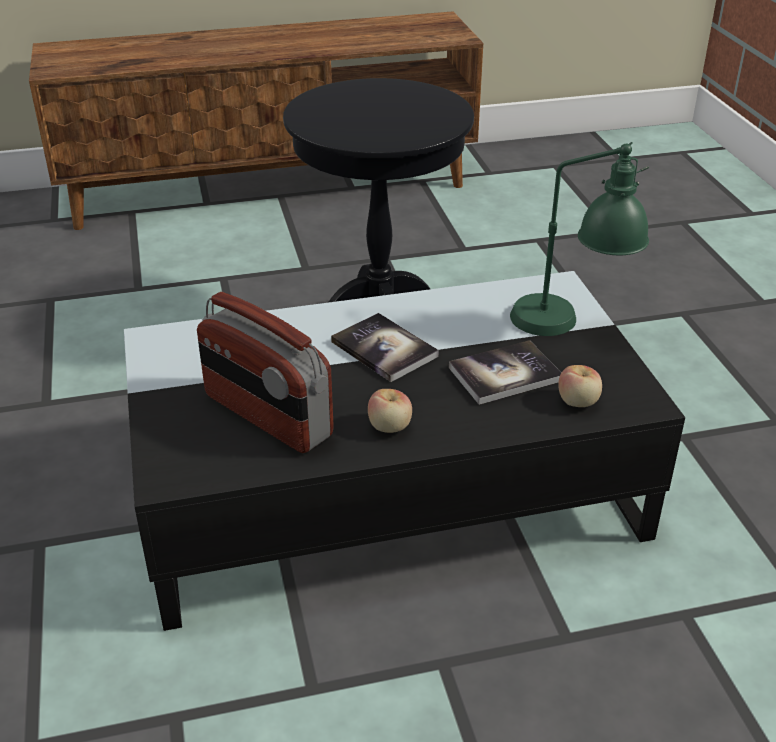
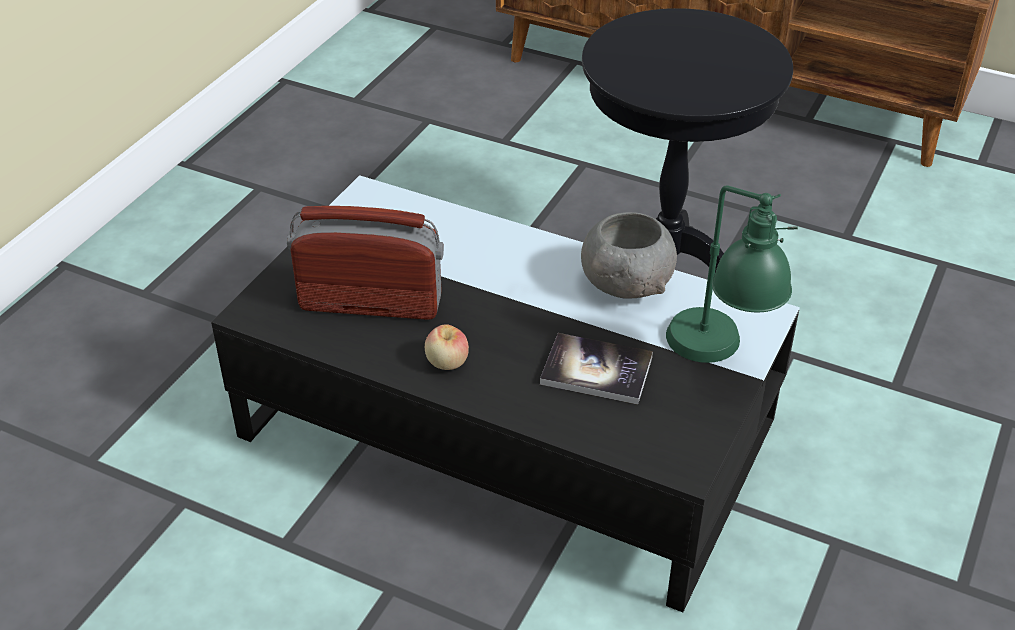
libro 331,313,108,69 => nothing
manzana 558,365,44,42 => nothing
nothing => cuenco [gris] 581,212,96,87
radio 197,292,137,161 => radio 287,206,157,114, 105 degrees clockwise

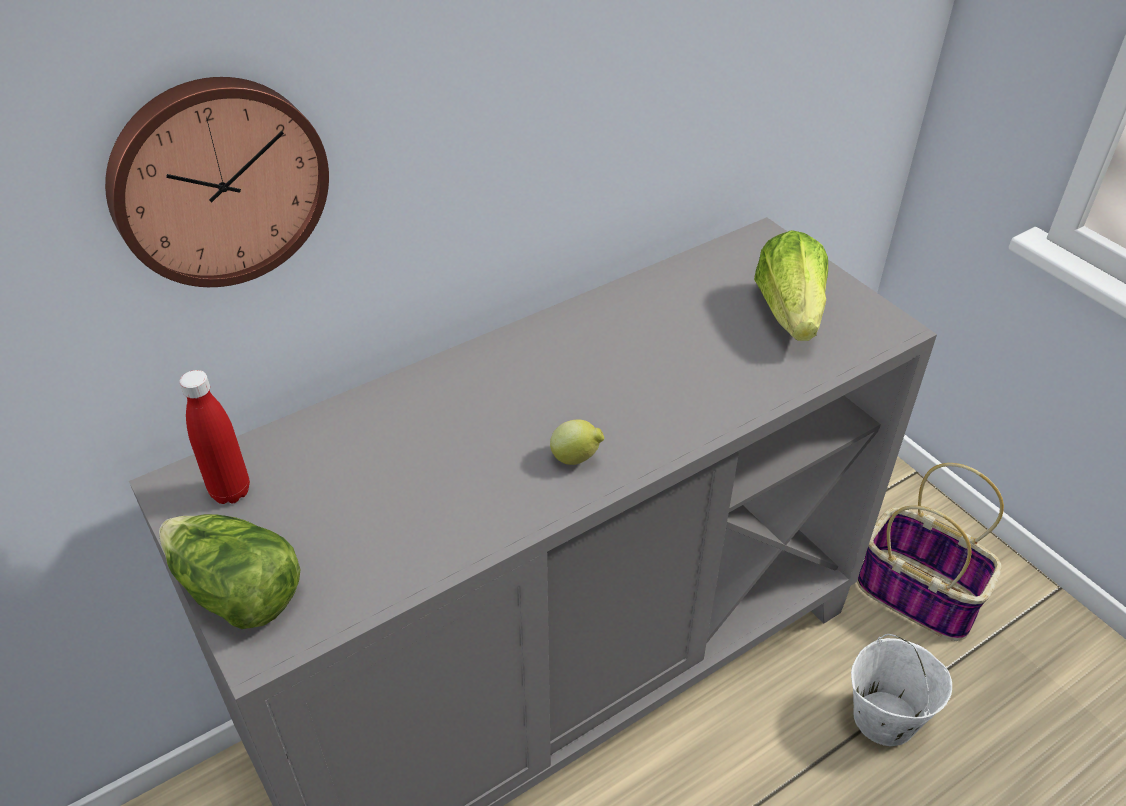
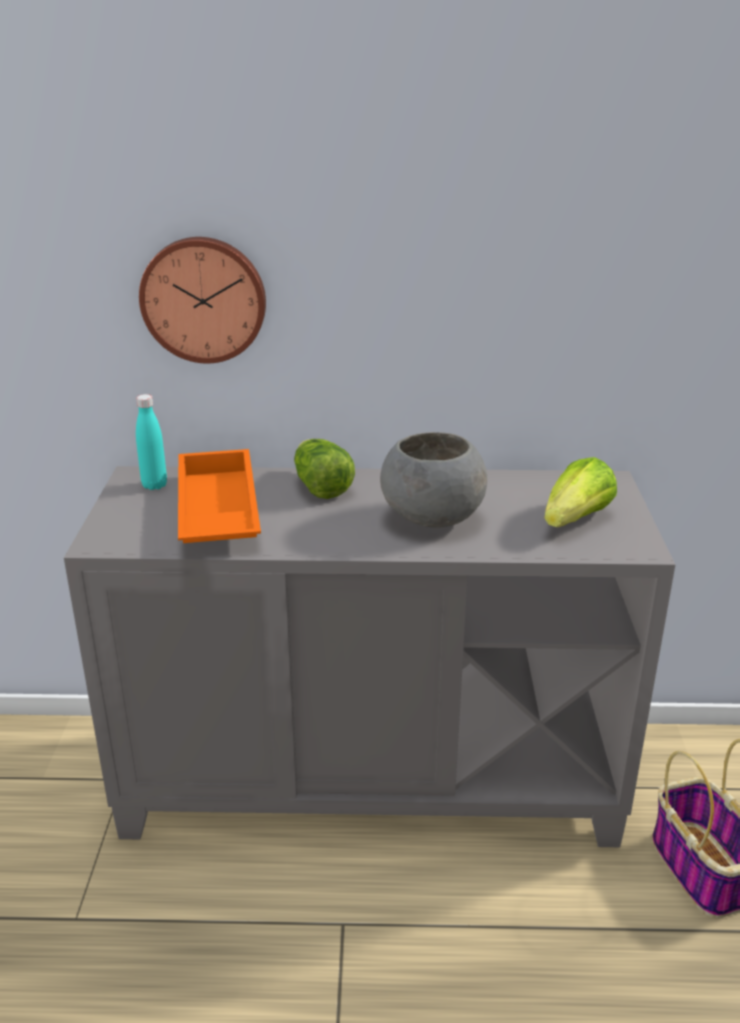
limón 550,420,54,45 => nothing
cubo [blanco] 851,634,101,112 => nothing
nothing => bandeja [naranja] 178,449,83,94
nothing => cuenco [gris] 380,432,107,96
lechuga 159,514,141,115 => lechuga 294,439,61,60, shifted
botella [rojo] 179,370,71,134 => botella [turquesa] 136,394,31,96

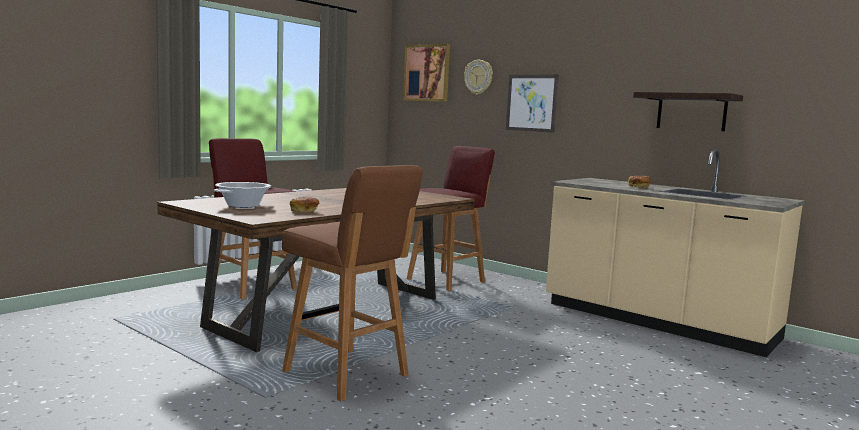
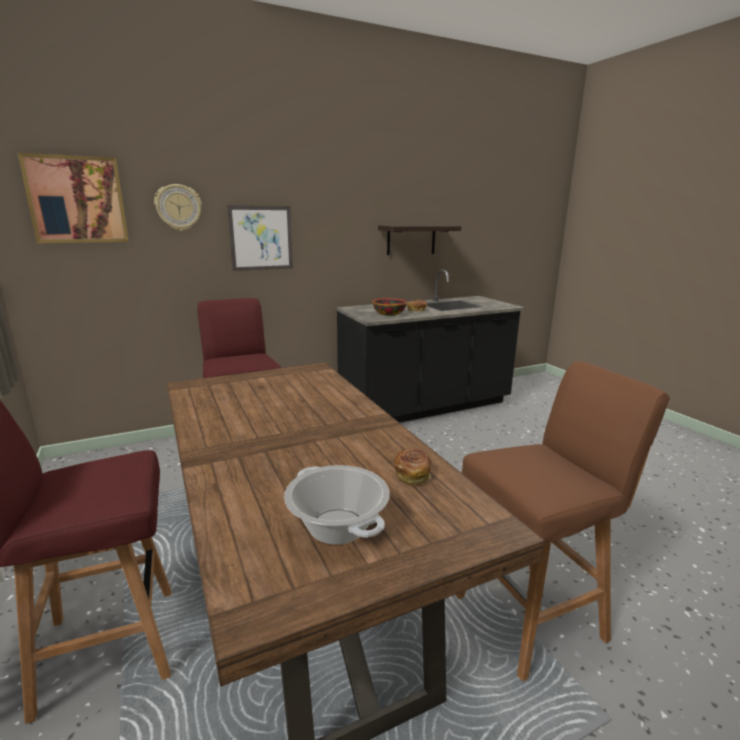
nothing => cuenco 372,298,35,18
mueble bajo de cocina [beis] 546,150,259,207 => mueble bajo de cocina [negro] 336,269,189,154

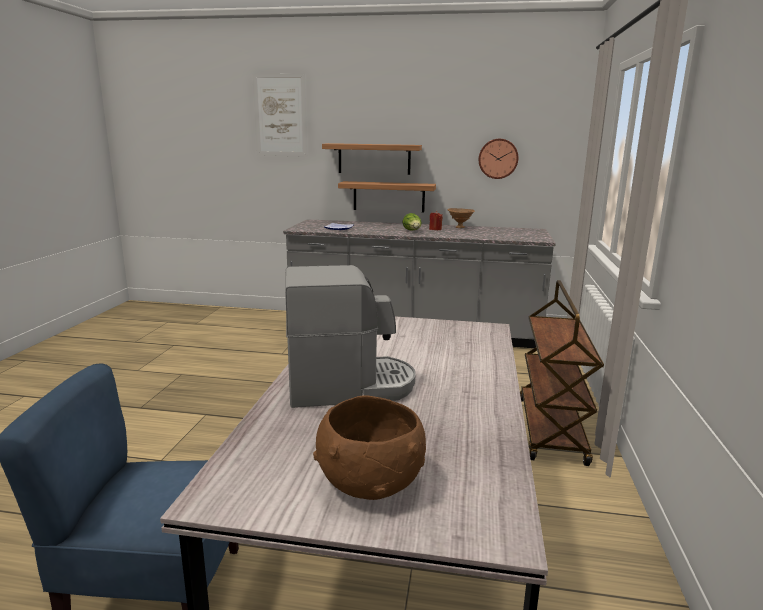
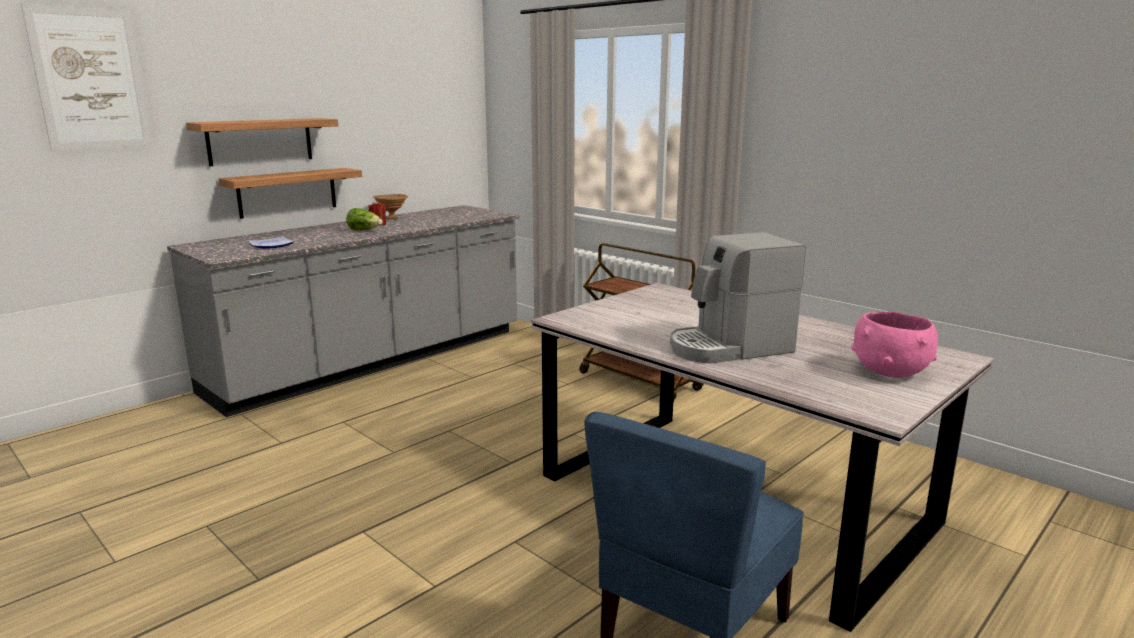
reloj de pared 479,139,39,40 => nothing
cuenco [marrón] 313,395,113,105 => cuenco [rosa] 851,311,87,67
cafetera 285,265,131,143 => cafetera 670,232,136,132, 135 degrees counterclockwise

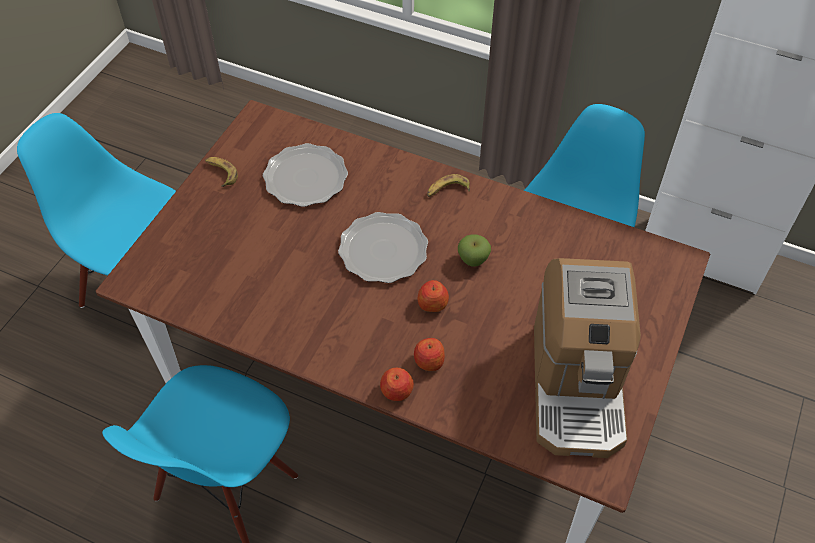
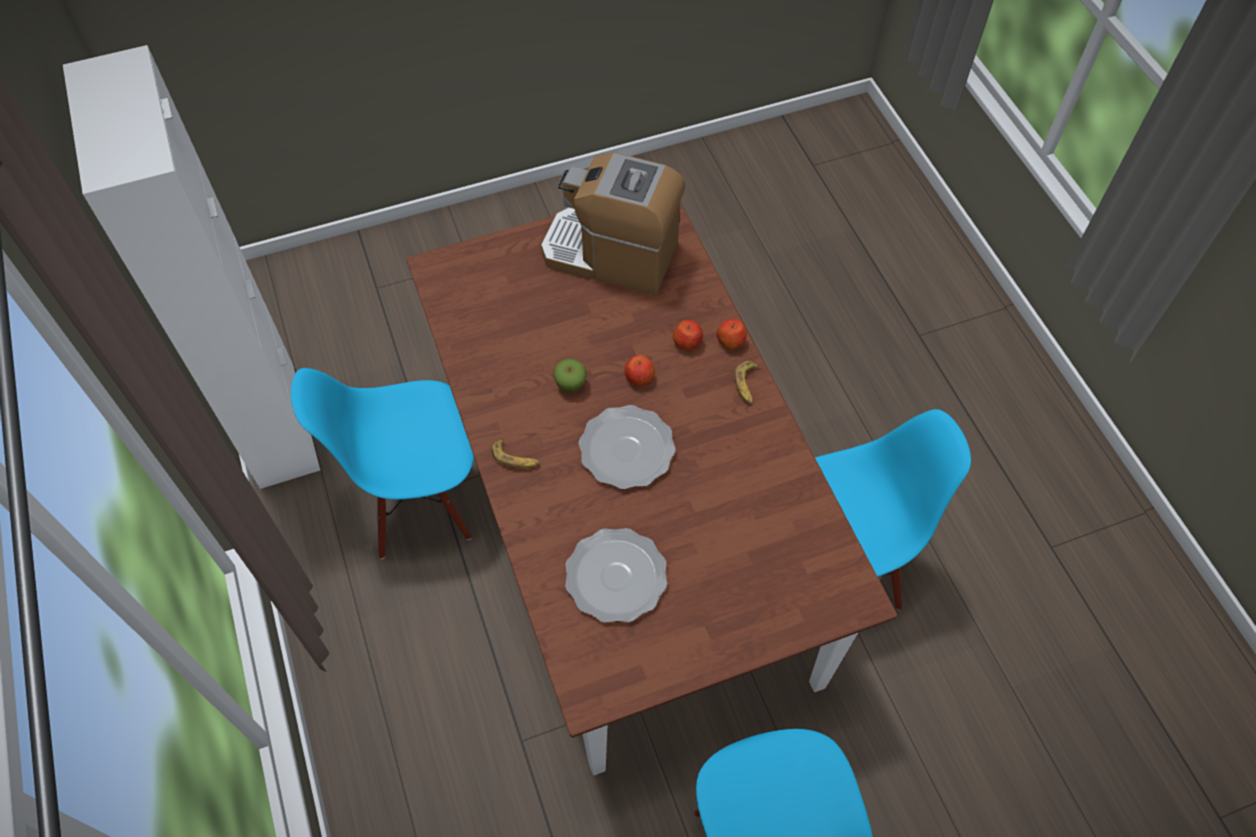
plátano 205,157,33,30 => plátano 734,361,27,43, shifted
cafetera 534,258,107,200 => cafetera 541,152,144,143, 120 degrees counterclockwise

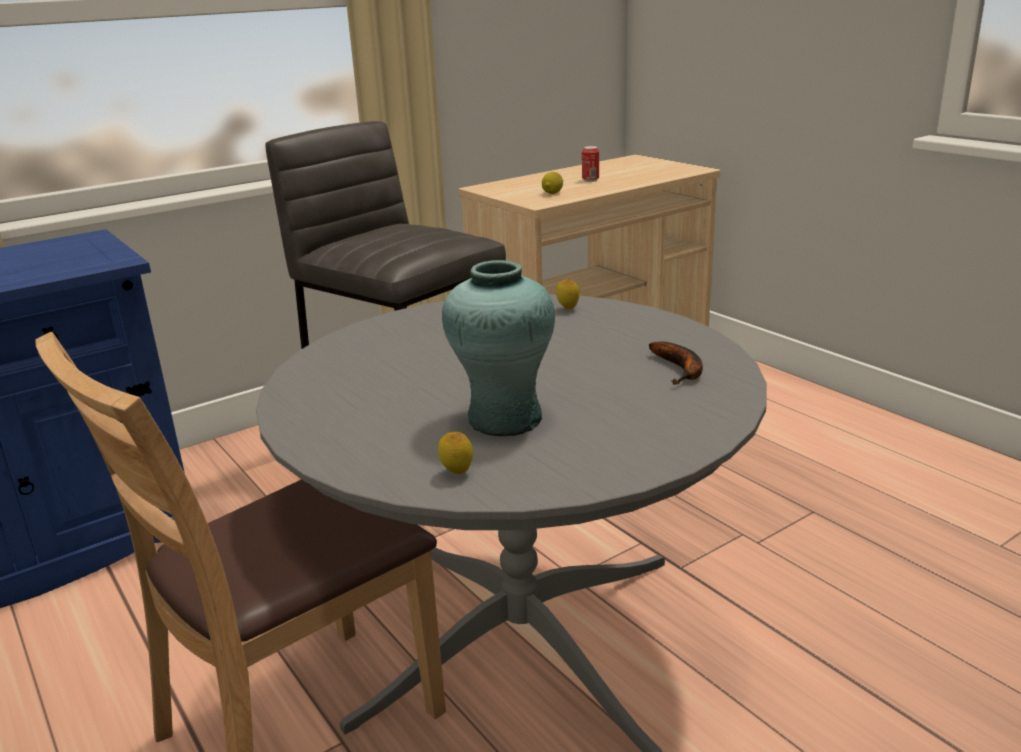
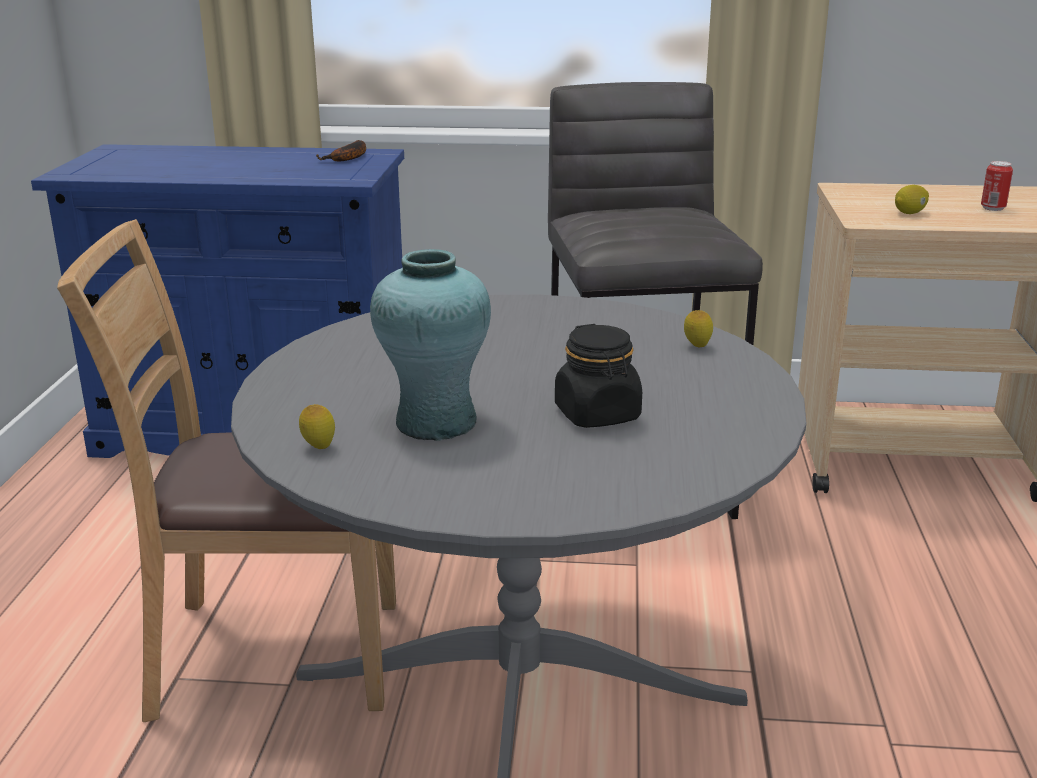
nothing => tarro [negro] 555,324,87,104
plátano 649,341,54,44 => plátano 316,140,50,22, shifted

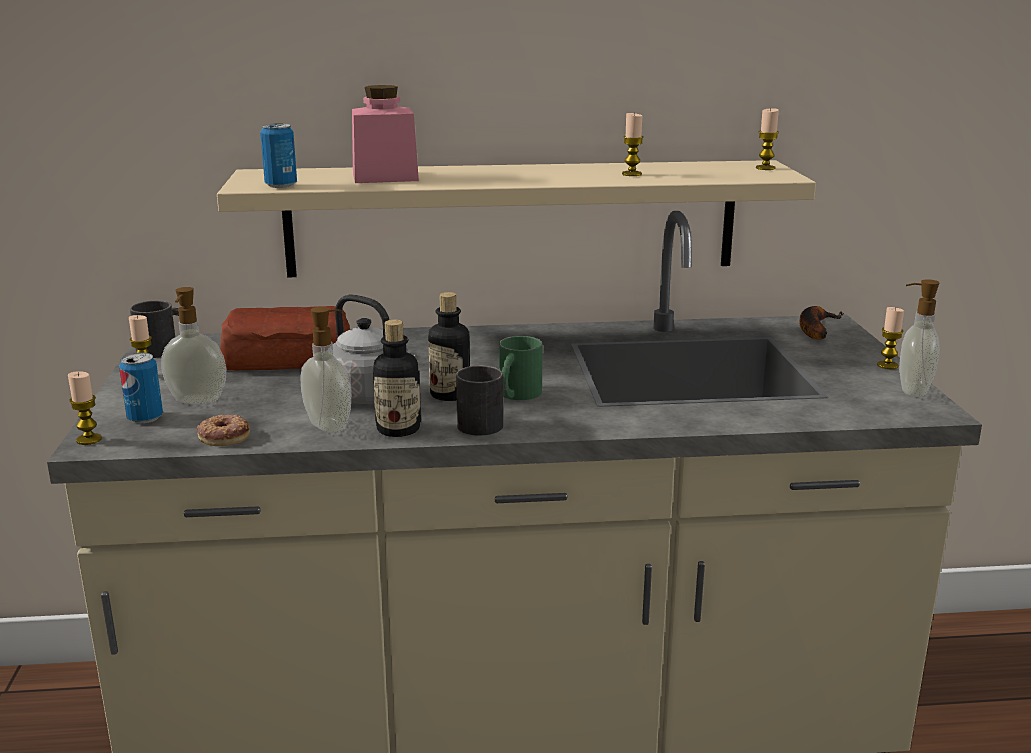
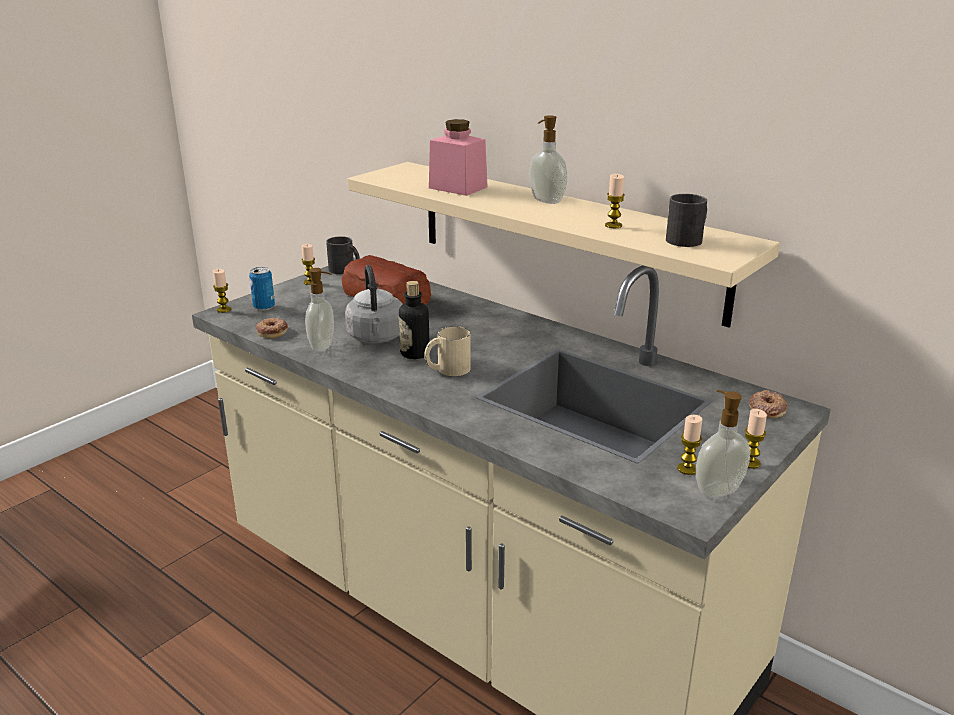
lata 260,123,37,65 => nothing
botella 373,320,48,117 => nothing
dispensador de jabón 161,287,65,117 => dispensador de jabón 529,115,38,89, shifted
taza grande [negro] 456,365,47,71 => taza grande [negro] 666,194,41,53, shifted
vela 756,108,23,62 => vela 677,415,26,60, shifted
plátano 799,306,45,33 => rosquilla 749,390,39,28
taza grande [verde] 499,336,44,64 => taza grande [beis] 424,326,47,50

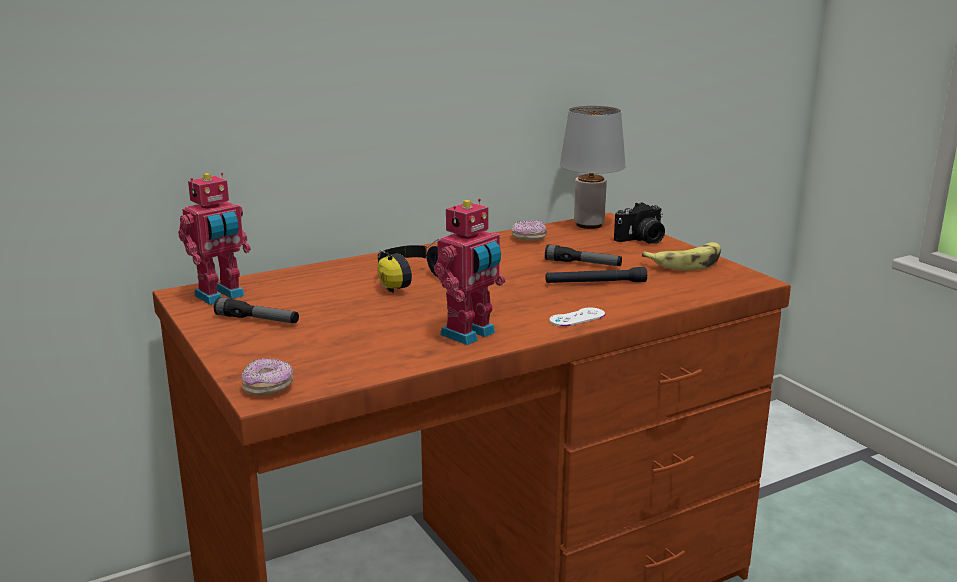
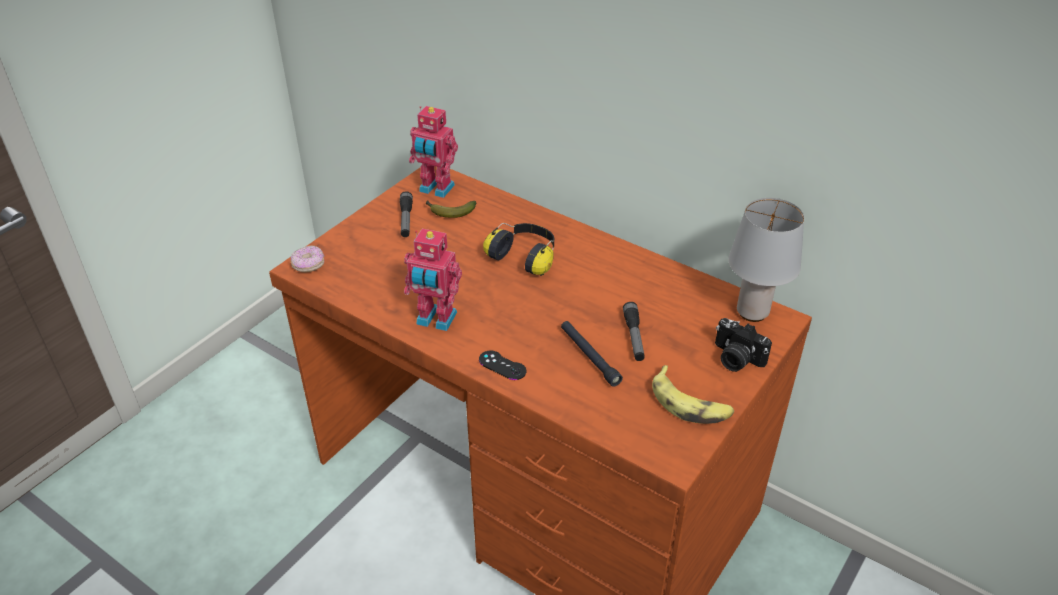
rosquilla 512,221,35,20 => nothing
nothing => plátano 425,200,52,18
mando de consola [blanco] 550,308,55,19 => mando de consola [negro] 479,351,47,29

